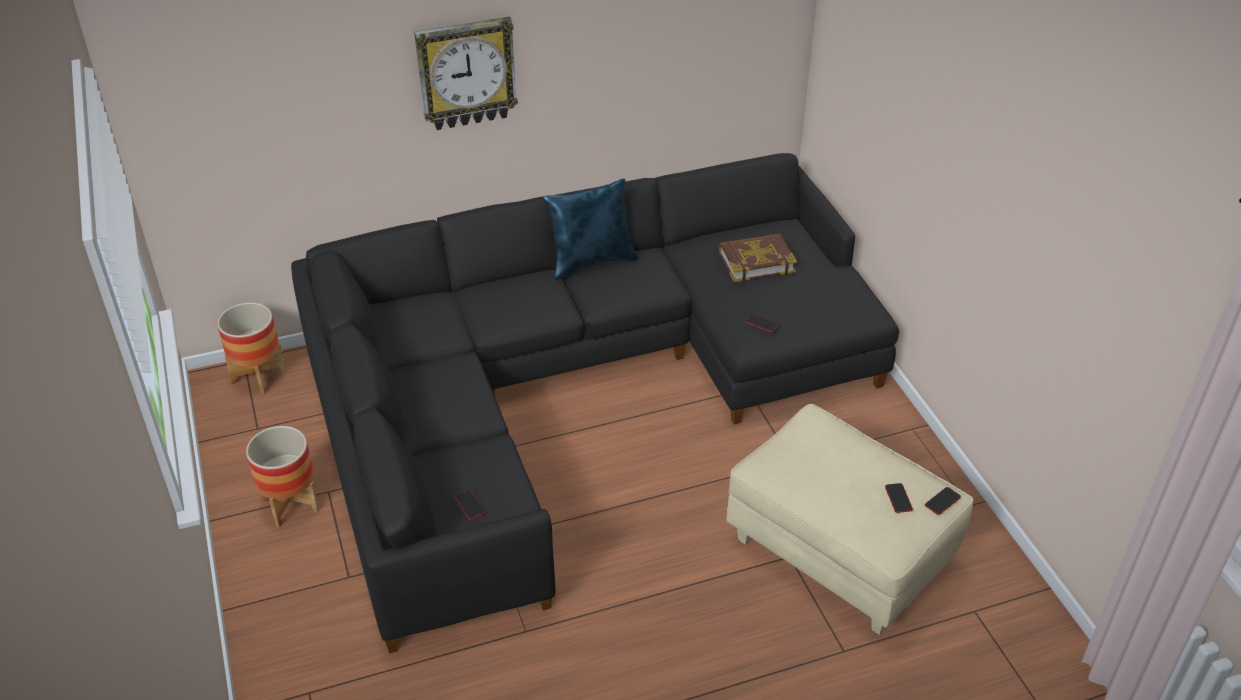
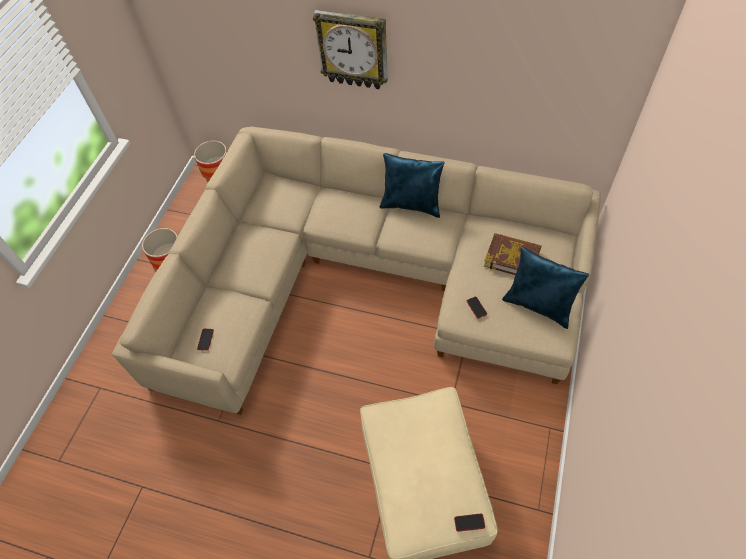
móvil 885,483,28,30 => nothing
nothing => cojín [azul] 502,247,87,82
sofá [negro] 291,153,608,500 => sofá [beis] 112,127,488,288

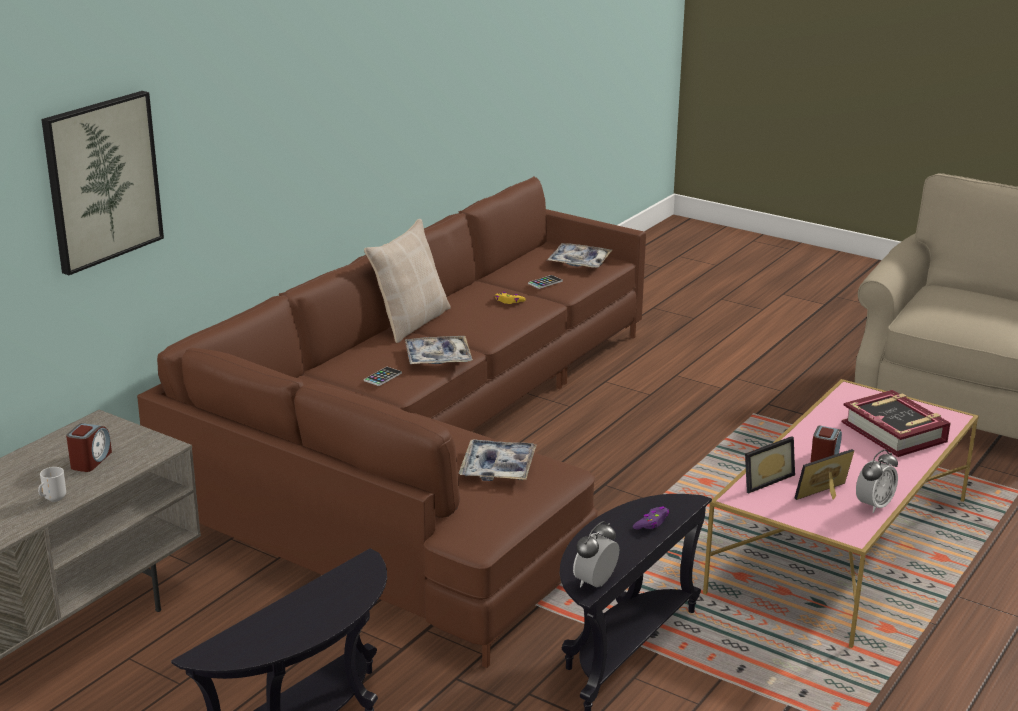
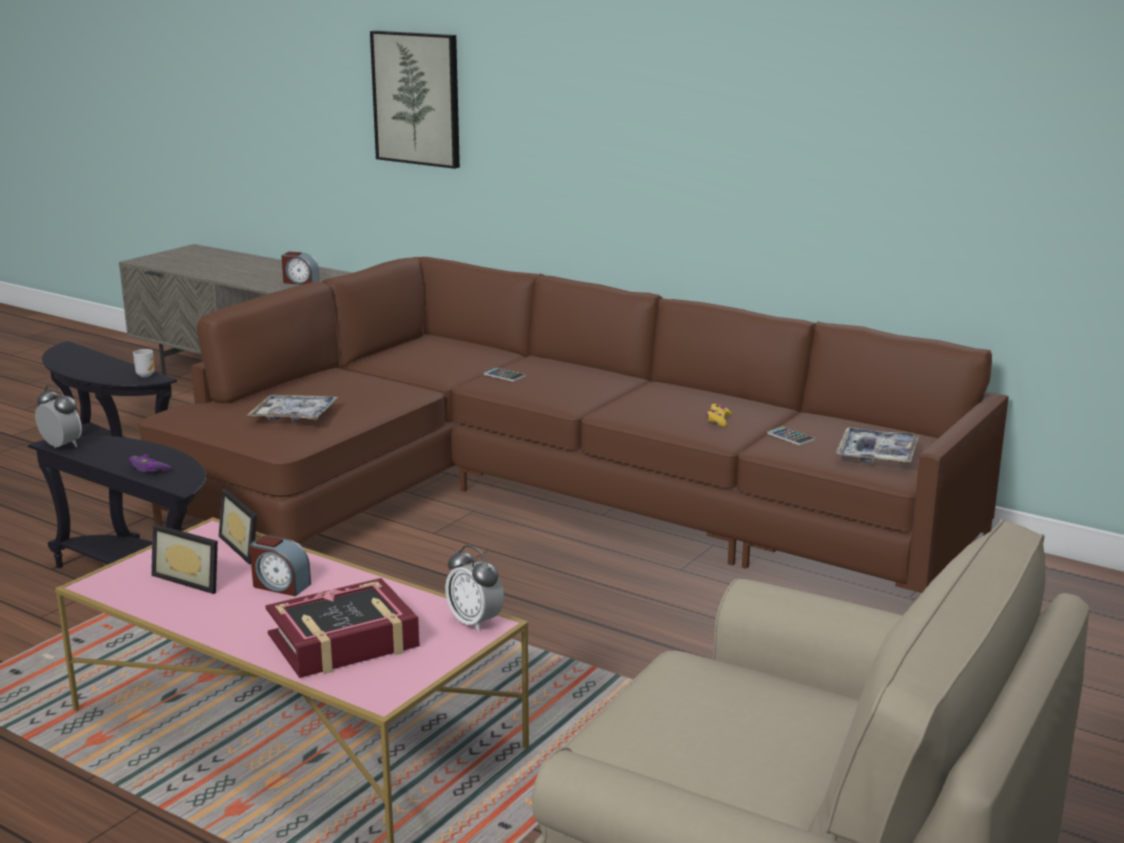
cojín [beis] 364,219,87,124 => nothing
bandeja 405,336,68,28 => nothing
taza grande 38,467,28,35 => taza grande 133,349,22,28, shifted
despertador 856,449,42,64 => despertador 445,545,59,87, shifted
portarretratos 795,449,59,51 => portarretratos 151,524,67,70, 150 degrees clockwise

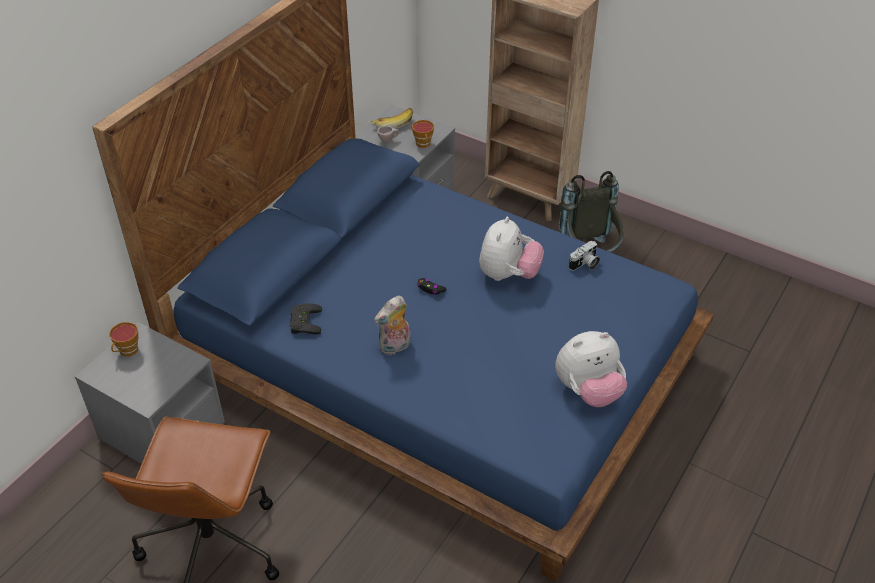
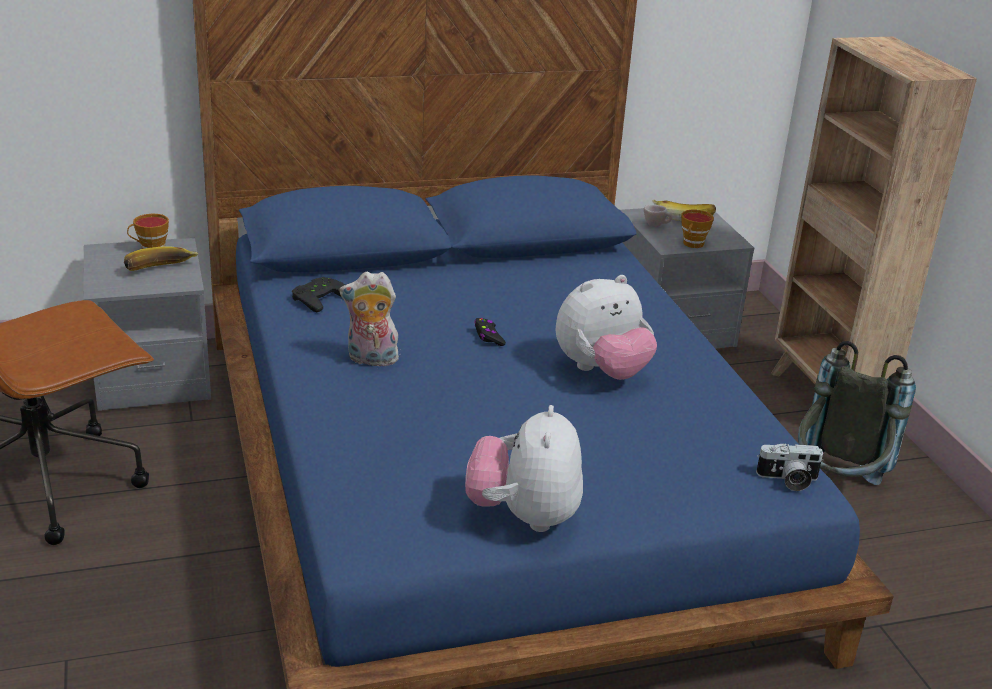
nothing => plátano 124,246,75,25
cámara 569,240,31,31 => cámara 756,443,68,48, shifted
peluche 555,331,72,76 => peluche 465,405,118,127, 75 degrees clockwise

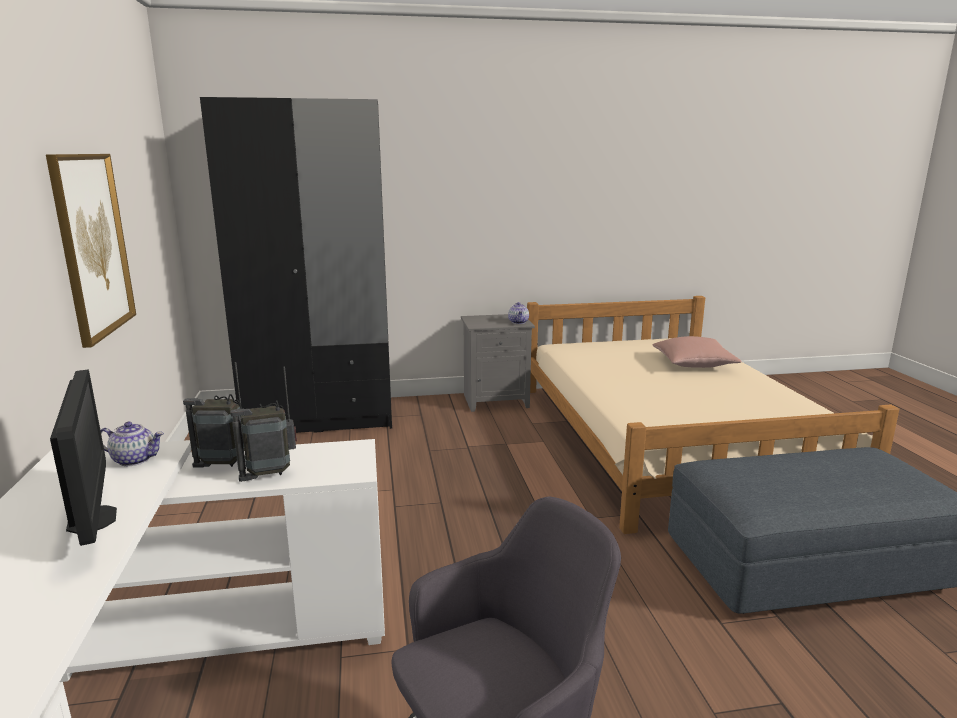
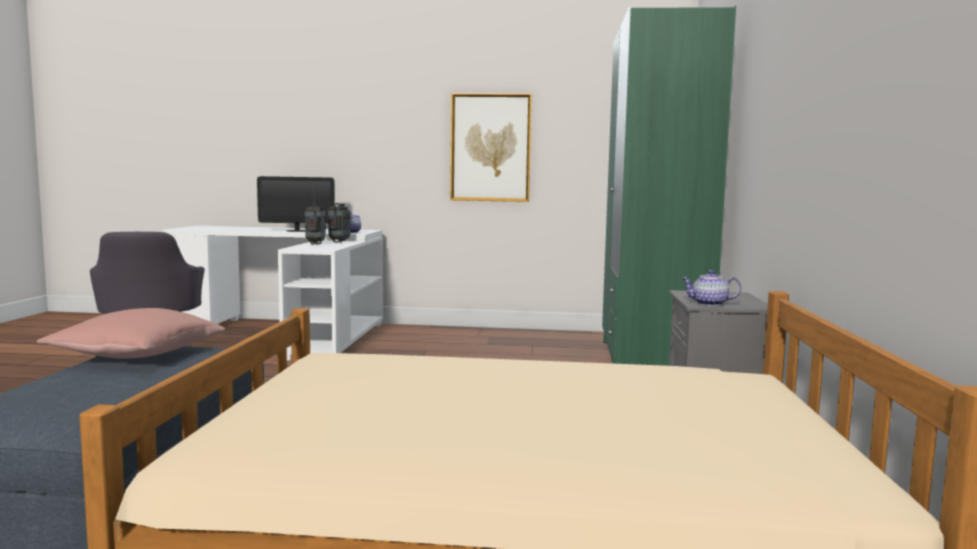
cojín [rosa] 653,336,89,32 => cojín [rosa] 36,308,189,51, shifted
armario ropero [negro] 200,97,192,336 => armario ropero [verde] 602,6,134,360

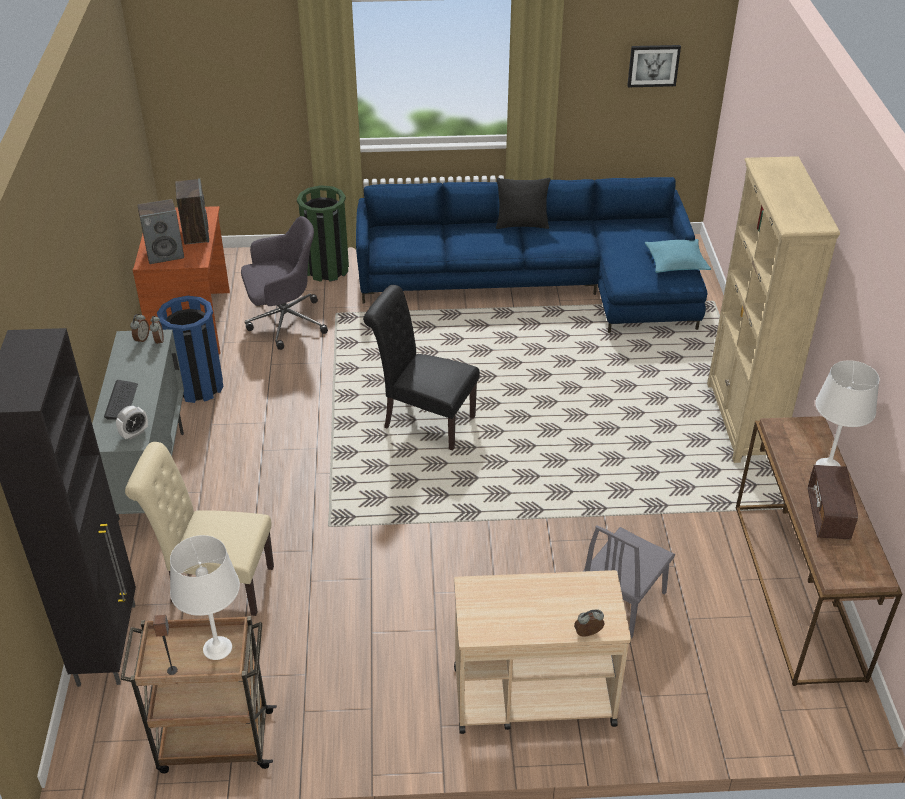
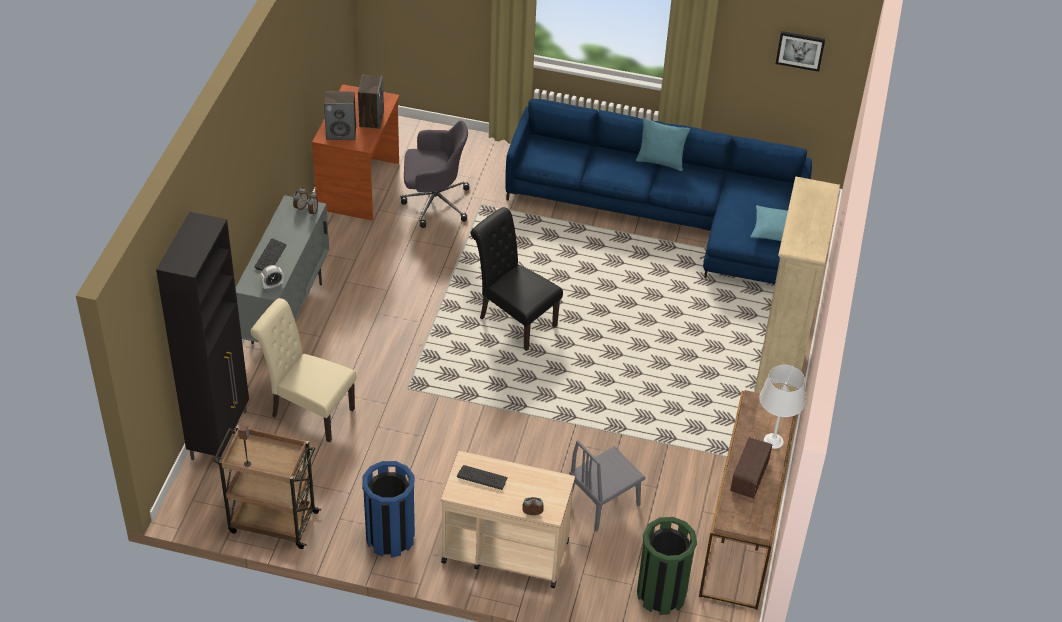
lámpara de mesa [blanco] 170,535,70,125 => nothing
nothing => teclado 457,465,51,25
papelera [azul] 157,296,66,107 => papelera [azul] 362,461,53,97, shifted
papelera [verde] 297,185,52,97 => papelera [verde] 637,517,60,98, shifted
cojín [negro] 496,178,54,51 => cojín [turquesa] 636,118,54,53

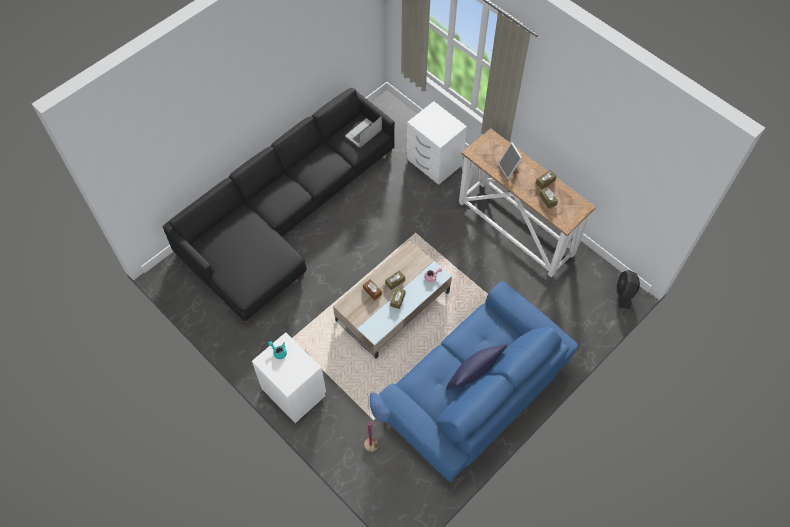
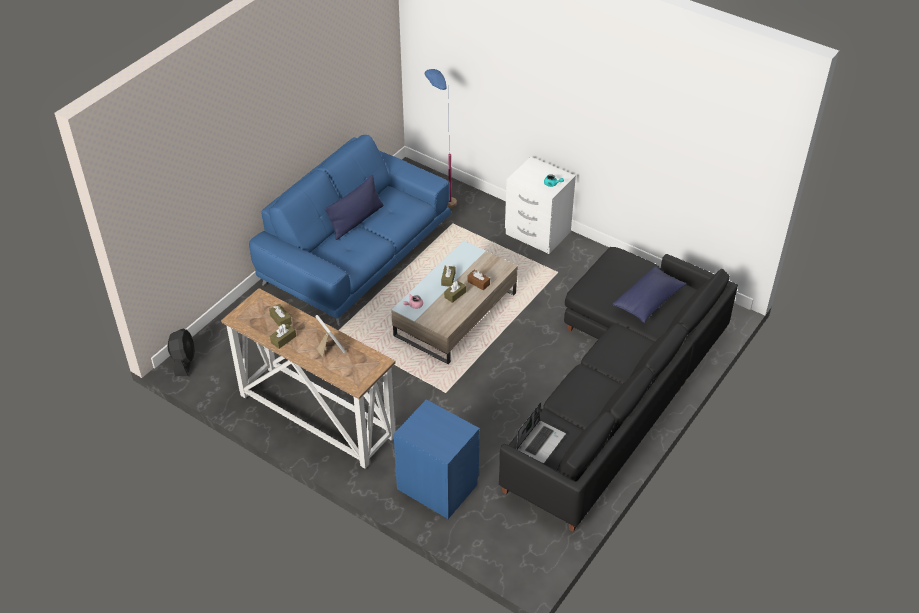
nothing => cojín [azul] 612,266,74,57
mesita de noche [blanco] 407,101,60,84 => mesita de noche [azul] 394,399,86,120

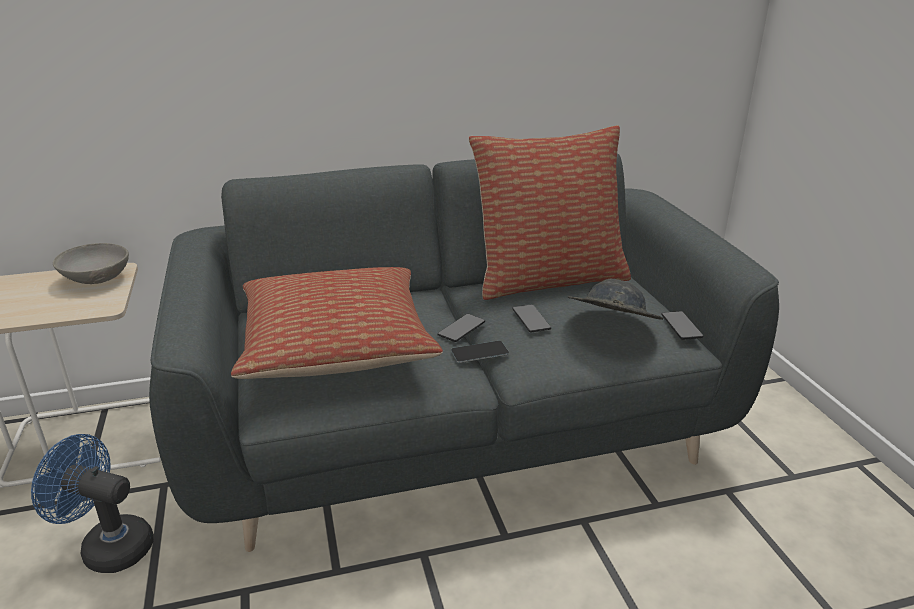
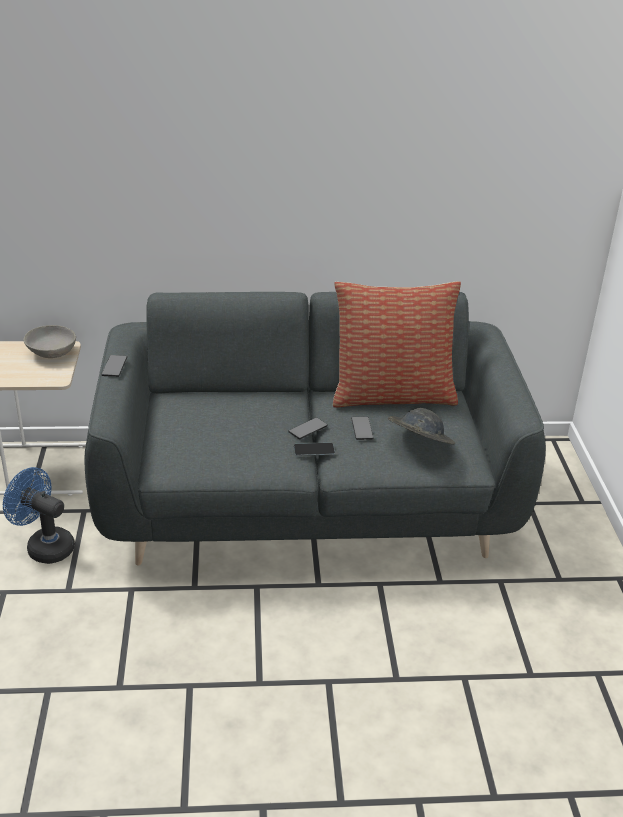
cojín 231,267,212,112 => nothing
móvil 661,311,43,29 => móvil 102,355,25,22, shifted

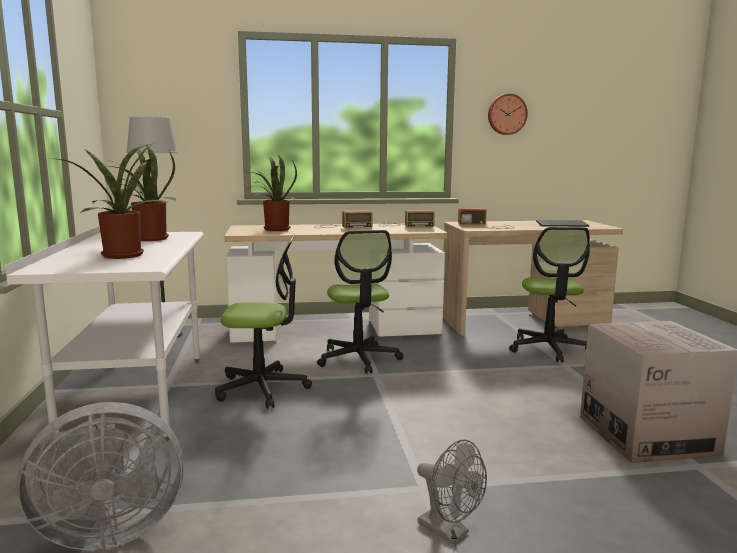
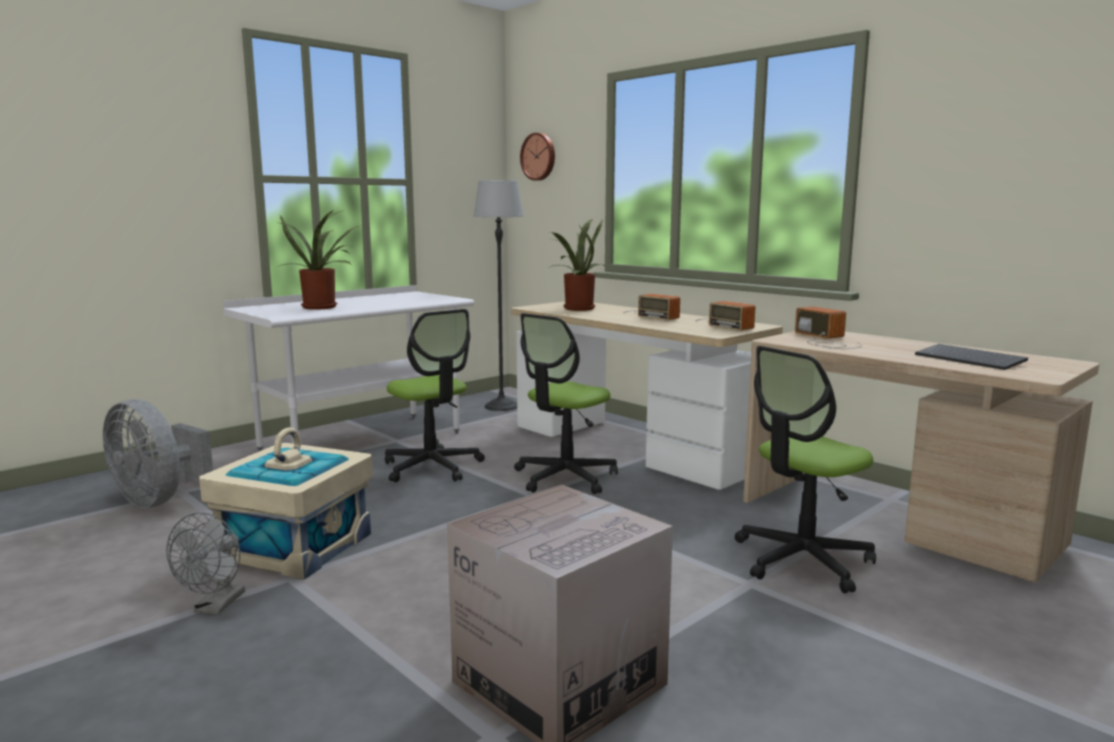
planta en maceta 108,145,68,96 => nothing
nothing => caja de almacenaje [beis] 199,427,174,153
reloj de pared 488,94,40,41 => reloj de pared 520,133,35,48, shifted

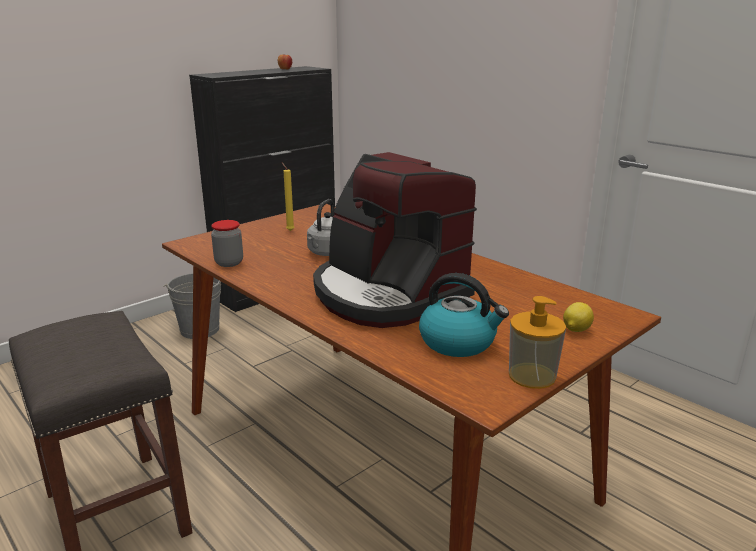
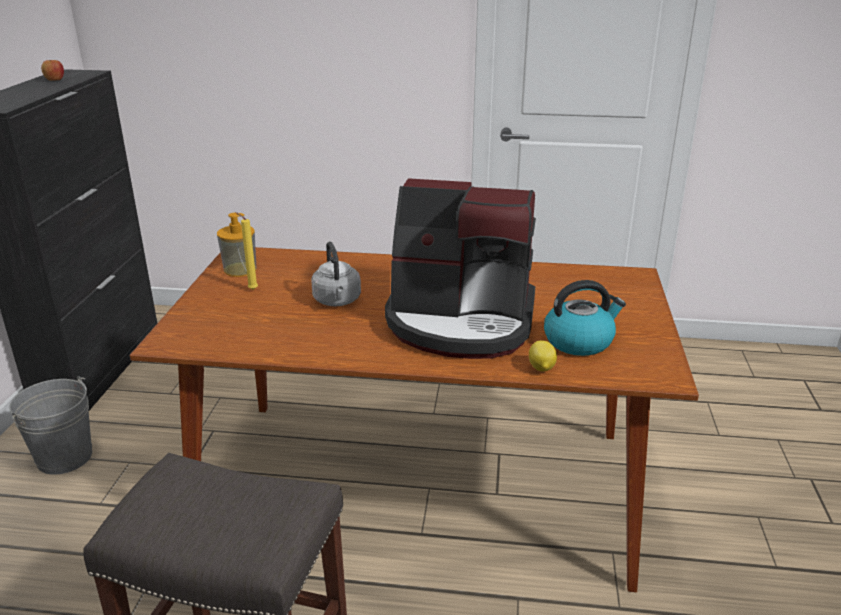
tarro 211,220,32,47 => nothing
dispensador de jabón 509,296,57,93 => dispensador de jabón 217,213,40,64, shifted
limón 563,302,31,30 => limón 529,341,28,30, shifted

